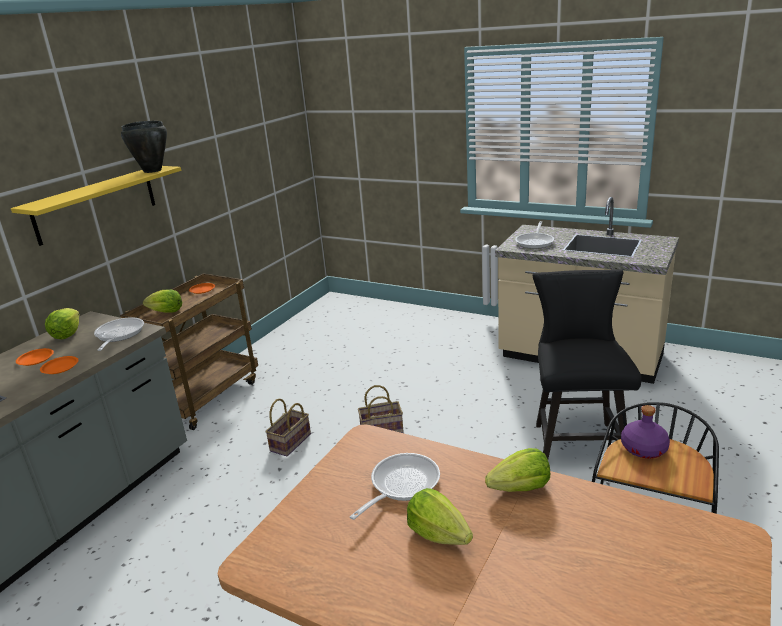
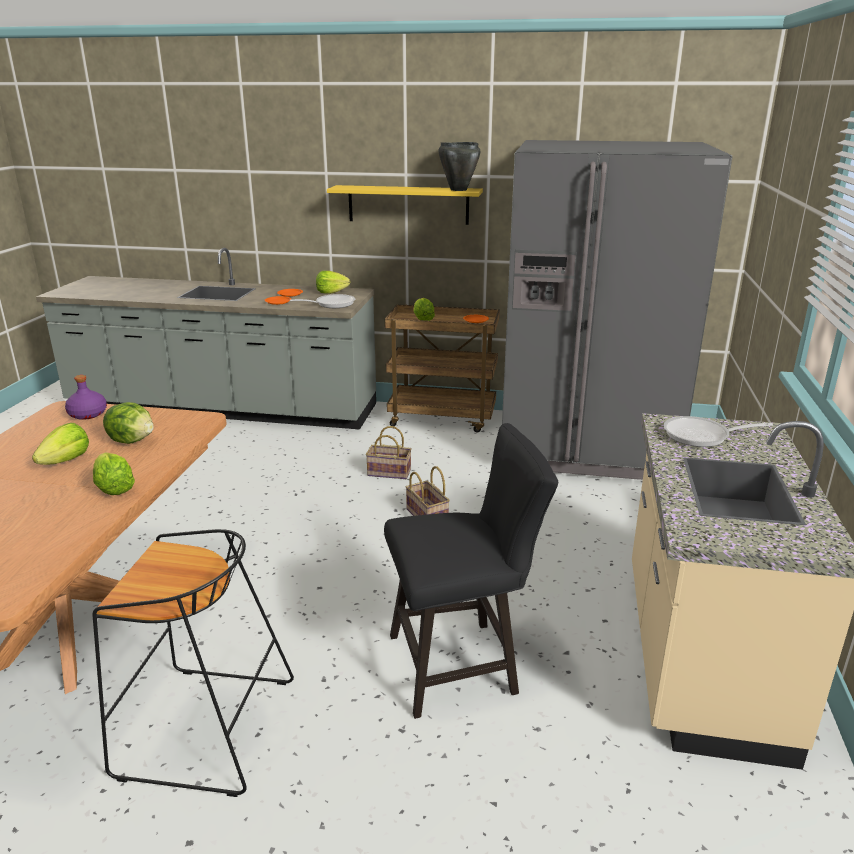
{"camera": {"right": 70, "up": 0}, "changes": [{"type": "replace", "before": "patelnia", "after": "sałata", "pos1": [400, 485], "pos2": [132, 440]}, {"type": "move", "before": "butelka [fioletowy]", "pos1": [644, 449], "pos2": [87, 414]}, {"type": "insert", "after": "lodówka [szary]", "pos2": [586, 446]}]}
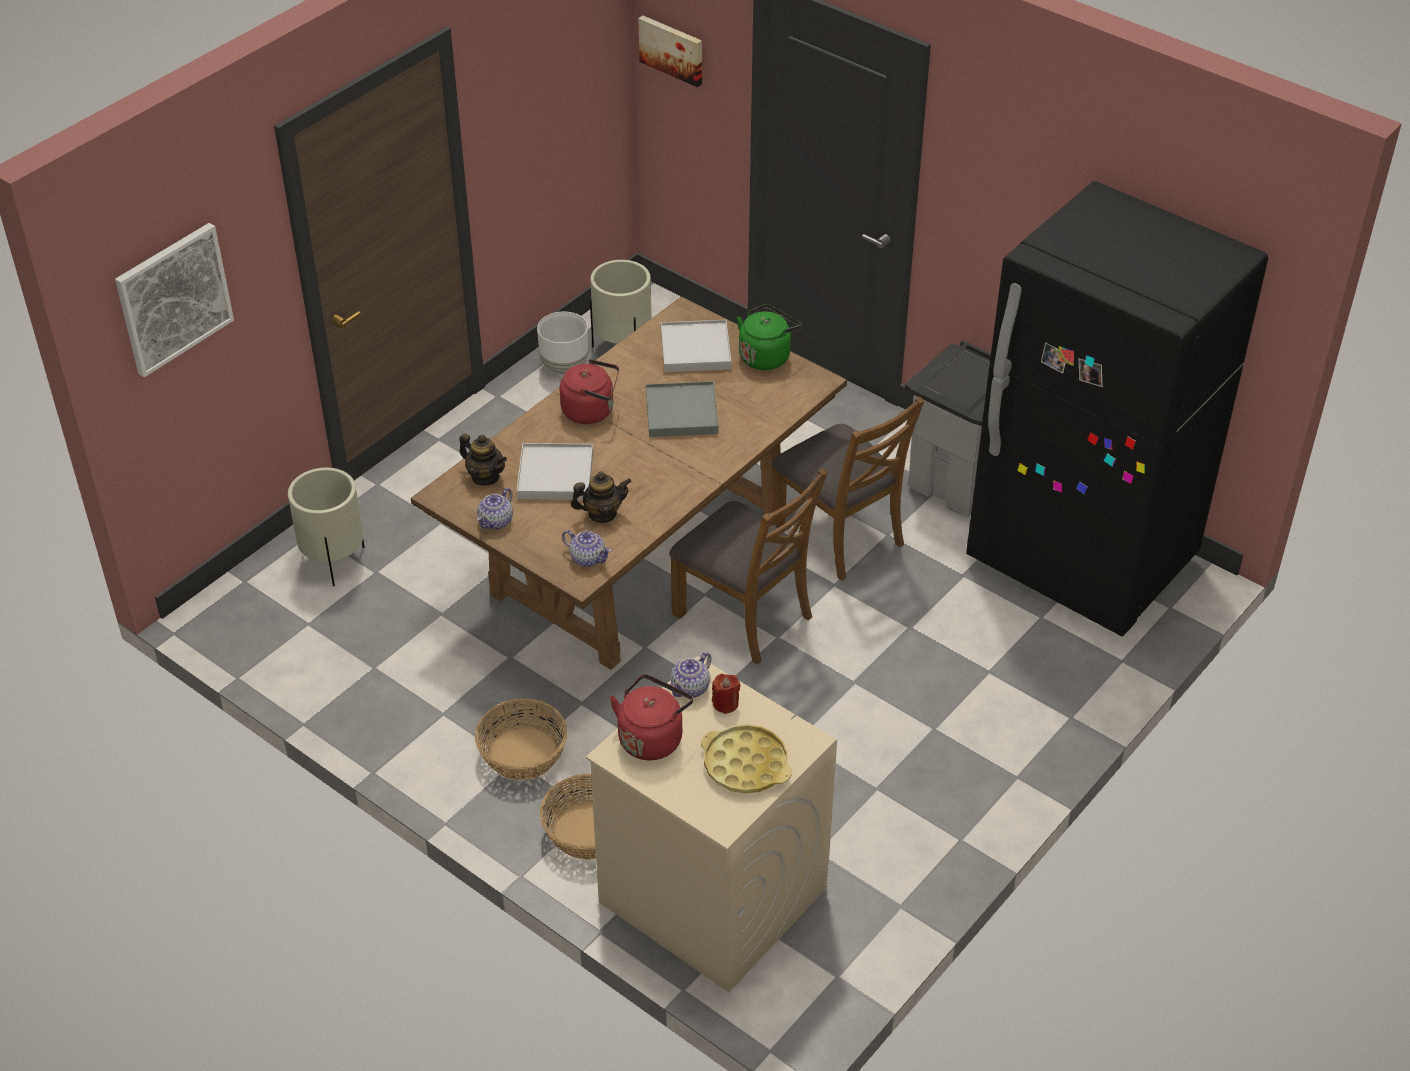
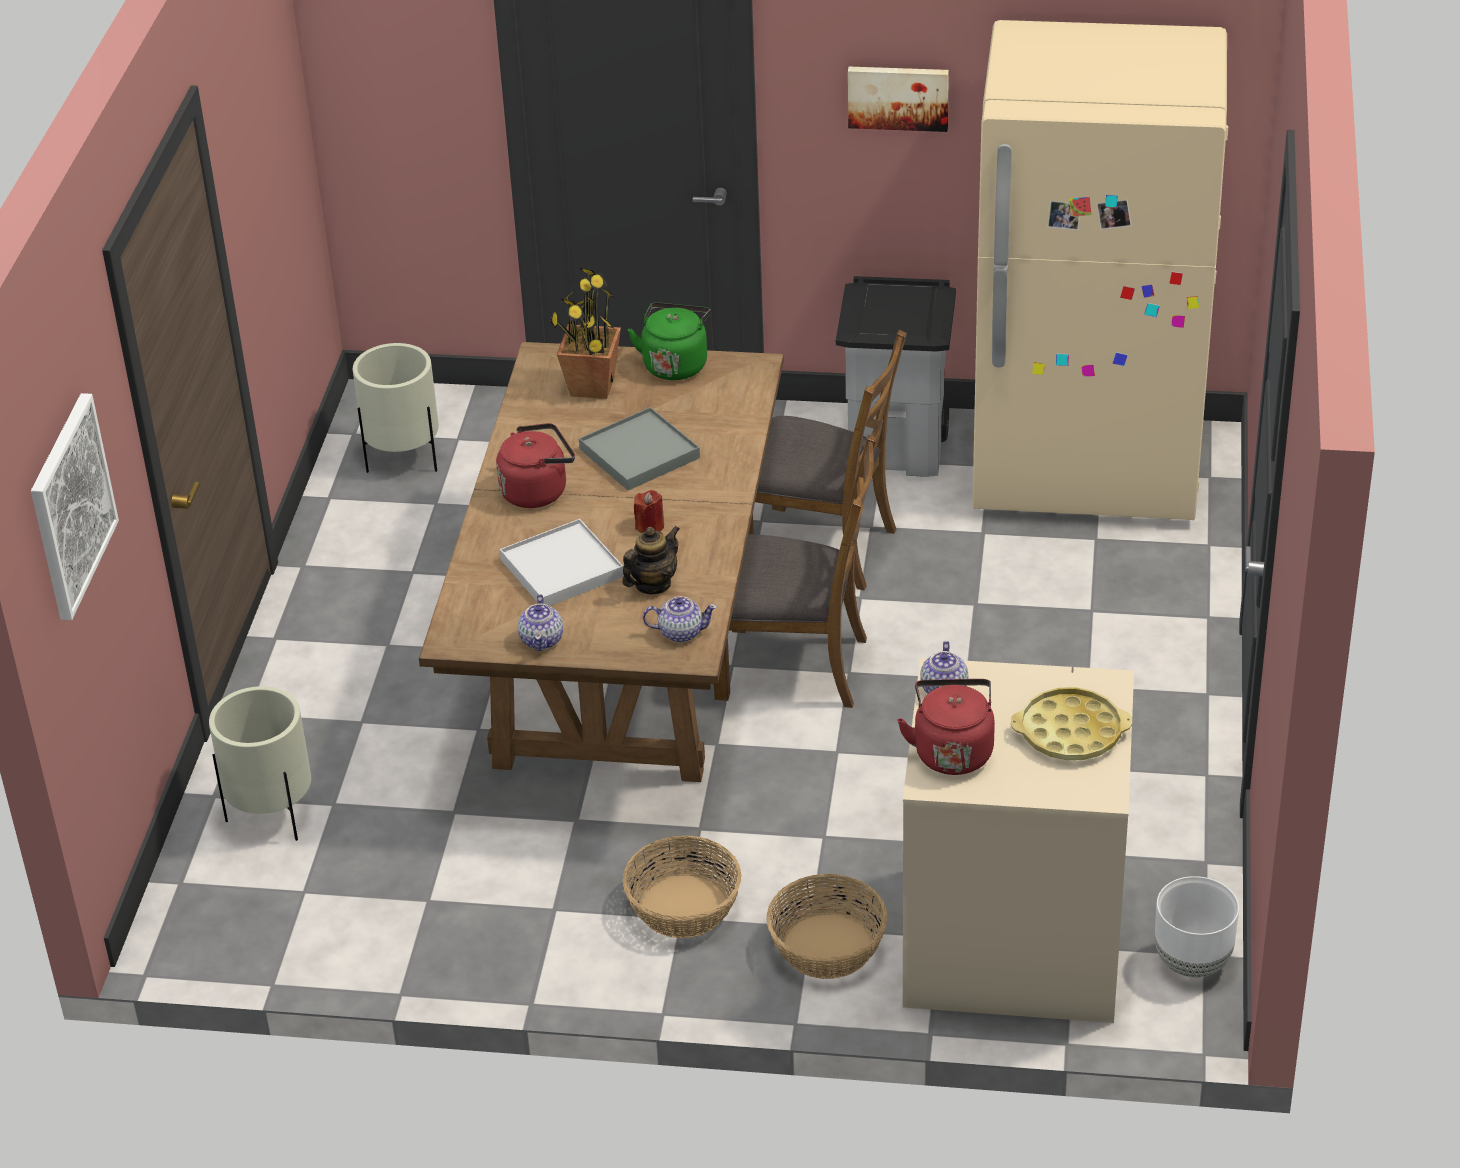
{"camera": {"right": -30, "up": -5}, "changes": [{"type": "delete", "before": "imbryk", "pos1": [485, 477]}, {"type": "move", "before": "donica [biały]", "pos1": [564, 367], "pos2": [1192, 963]}, {"type": "move", "before": "obraz", "pos1": [672, 49], "pos2": [898, 96]}, {"type": "replace", "before": "taca [biały]", "after": "roślina doniczkowa", "pos1": [695, 349], "pos2": [592, 387]}, {"type": "move", "before": "świeca [czerwony]", "pos1": [725, 703], "pos2": [650, 526]}, {"type": "recolor", "before": "lodówka [czarny]", "after": "lodówka [beżowy]", "pos1": [1081, 561], "pos2": [1086, 470]}]}
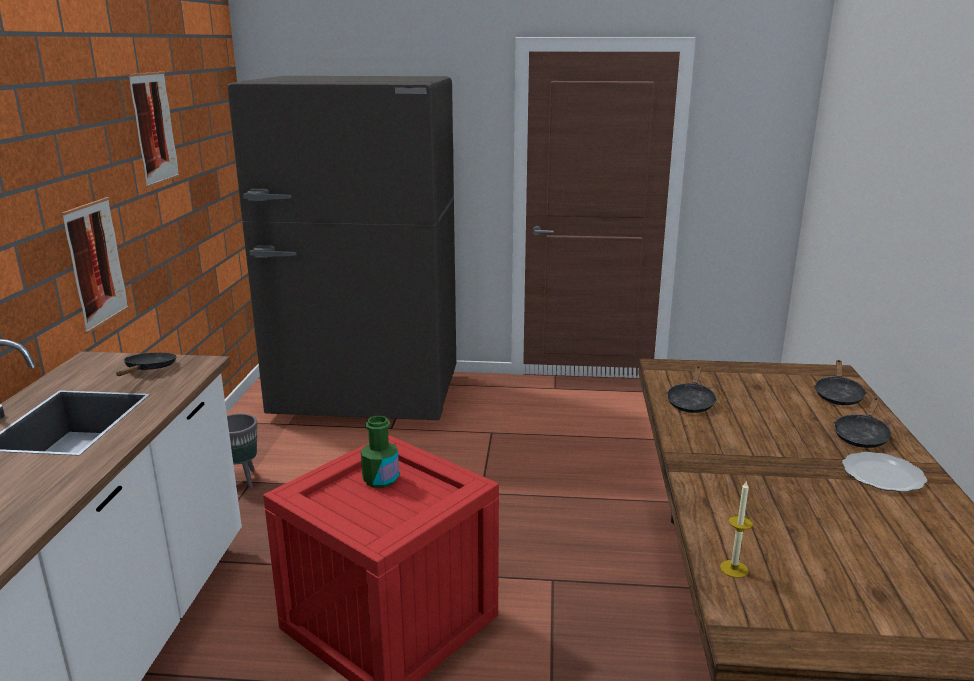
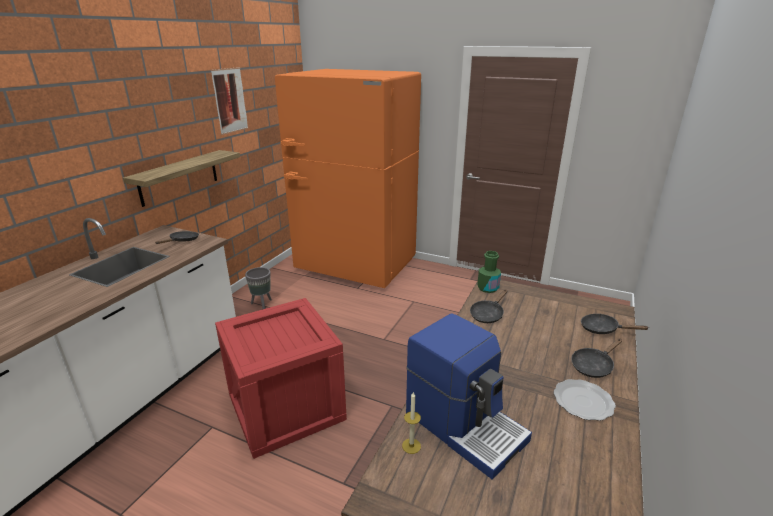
{"camera": {"right": 20, "up": 5}, "changes": [{"type": "replace", "before": "obraz", "after": "półka", "pos1": [96, 264], "pos2": [179, 177]}, {"type": "recolor", "before": "lodówka [szary]", "after": "lodówka [pomarańczowy]", "pos1": [366, 397], "pos2": [355, 266]}, {"type": "move", "before": "butelka [zielony]", "pos1": [380, 479], "pos2": [487, 288]}, {"type": "rotate", "before": "patelnia [czarny]", "pos1": [838, 395], "pos2": [602, 329], "turn": 75}, {"type": "insert", "after": "ekspres do kawy", "pos2": [465, 425]}]}
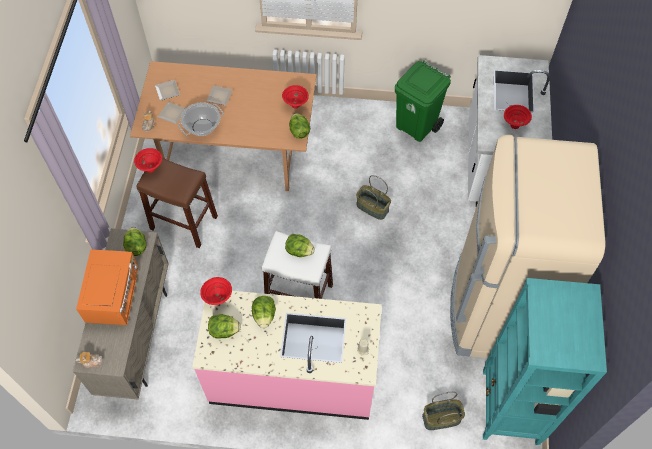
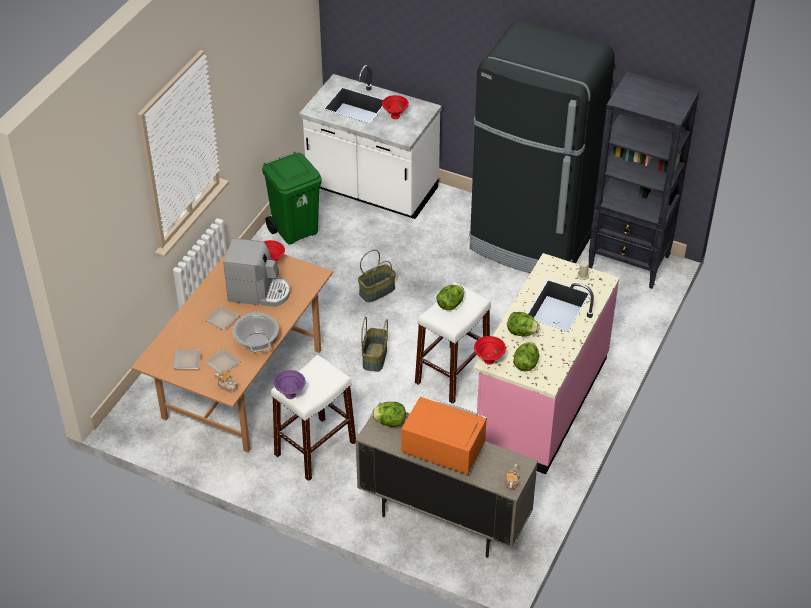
{"camera": {"right": -70, "up": -15}, "changes": [{"type": "recolor", "before": "miska [czerwony]", "after": "miska [fioletowy]", "pos1": [151, 168], "pos2": [290, 394]}, {"type": "recolor", "before": "stołek [brązowy]", "after": "stołek [biały]", "pos1": [184, 222], "pos2": [315, 448]}, {"type": "delete", "before": "sałata", "pos1": [299, 131]}, {"type": "move", "before": "koszyk", "pos1": [441, 419], "pos2": [375, 358]}, {"type": "recolor", "before": "lodówka [beżowy]", "after": "lodówka [czarny]", "pos1": [493, 311], "pos2": [531, 242]}, {"type": "recolor", "before": "regał [turkusowy]", "after": "regał [czarny]", "pos1": [509, 408], "pos2": [629, 262]}, {"type": "insert", "after": "ekspres do kawy", "pos2": [259, 292]}]}
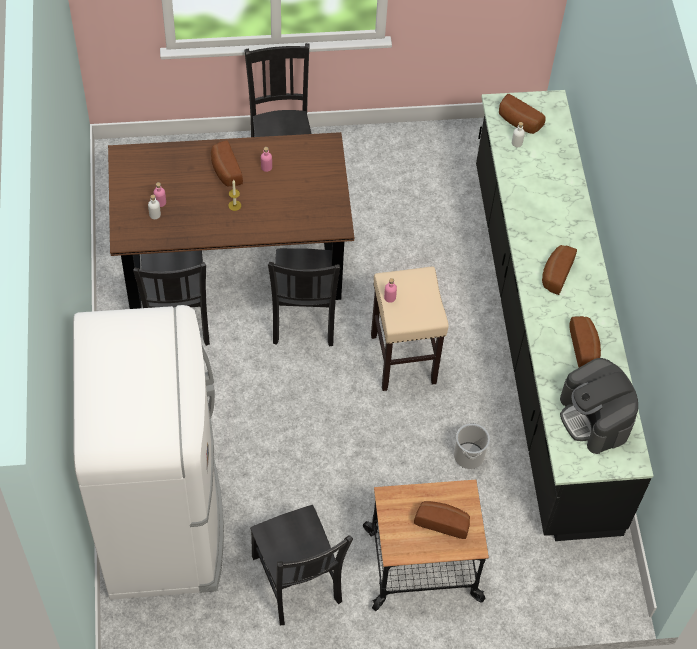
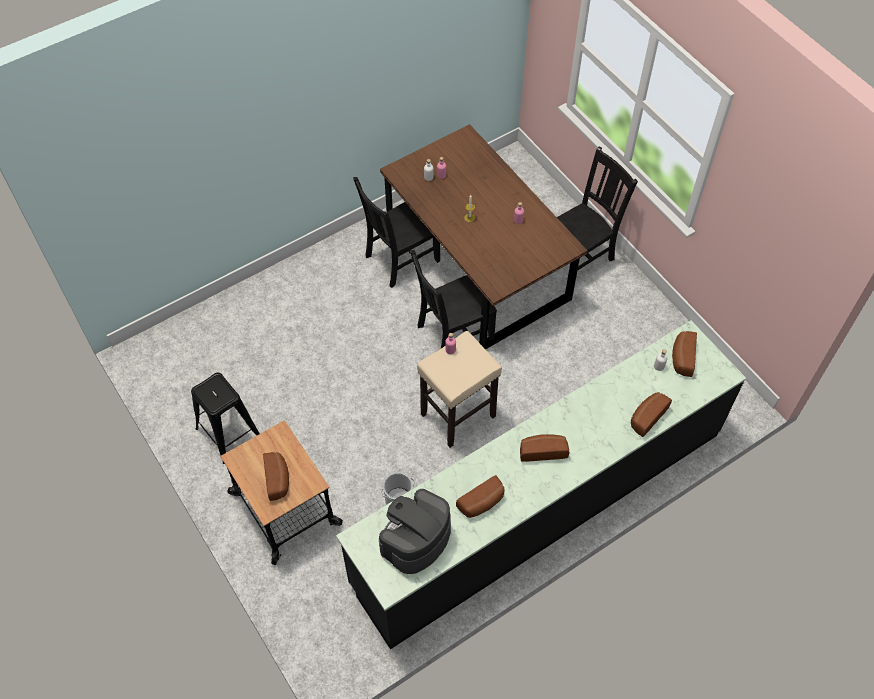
{"camera": {"right": 65, "up": 0}, "changes": [{"type": "delete", "before": "lodówka [biały]", "pos1": [164, 521]}, {"type": "move", "before": "chleb", "pos1": [225, 171], "pos2": [646, 417]}, {"type": "replace", "before": "krzesło [czarny]", "after": "stołek [czarny]", "pos1": [297, 582], "pos2": [228, 433]}]}
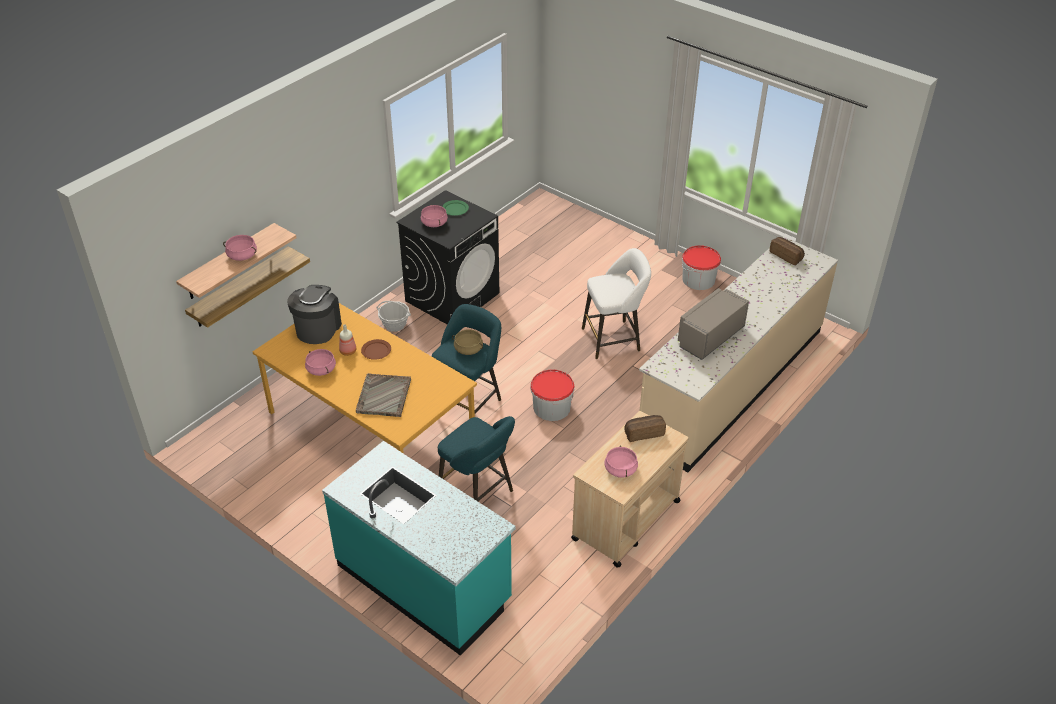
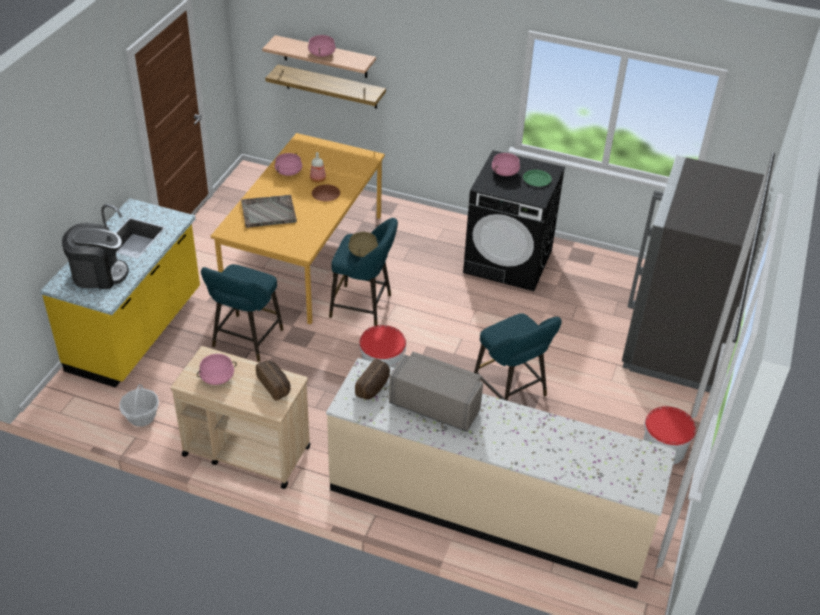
{"camera": {"right": 70, "up": 0}, "changes": [{"type": "move", "before": "ekspres do kawy", "pos1": [317, 328], "pos2": [98, 274]}, {"type": "recolor", "before": "zabudowa kuchenna [turkusowy]", "after": "zabudowa kuchenna [żółty]", "pos1": [424, 583], "pos2": [136, 331]}, {"type": "move", "before": "koszyk", "pos1": [395, 325], "pos2": [142, 417]}, {"type": "recolor", "before": "stołek [biały]", "after": "stołek [turkusowy]", "pos1": [614, 339], "pos2": [511, 393]}, {"type": "move", "before": "chleb", "pos1": [786, 256], "pos2": [374, 387]}, {"type": "insert", "after": "lodówka [szary]", "pos2": [674, 342]}]}
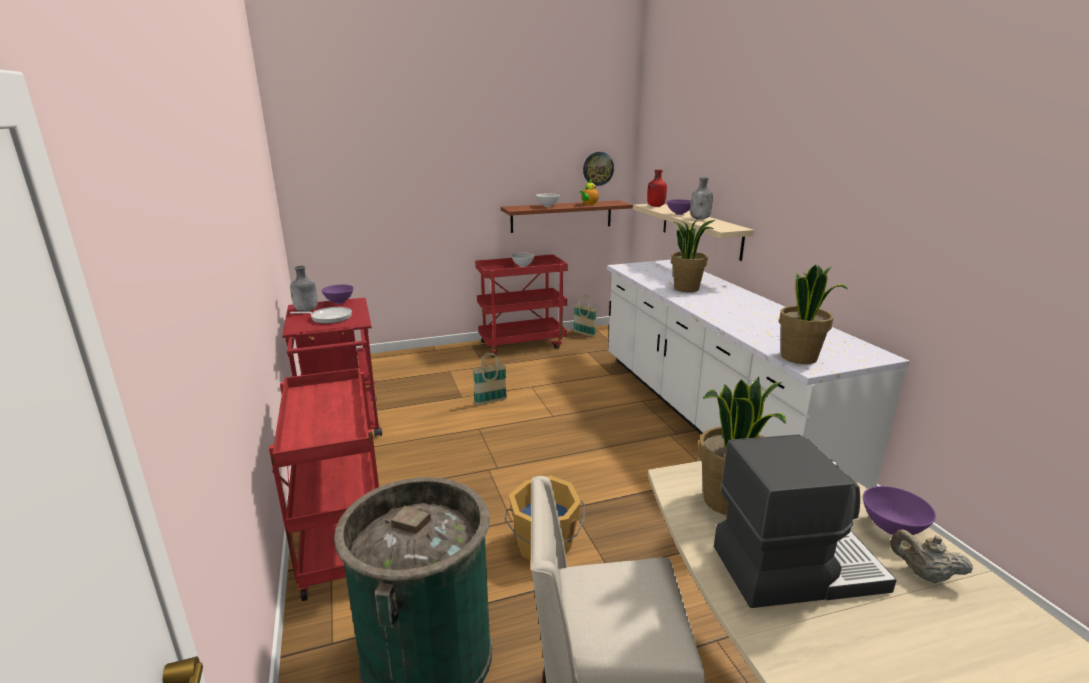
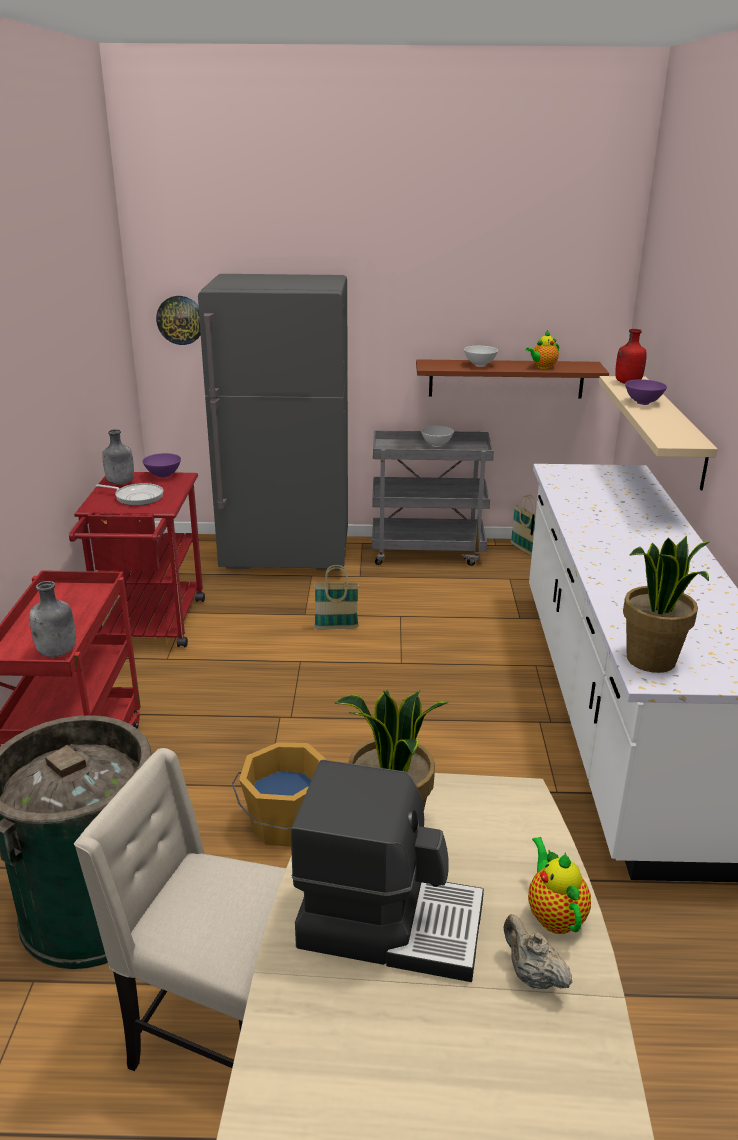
{"camera": {"right": 20, "up": 5}, "changes": [{"type": "recolor", "before": "wózek [czerwony]", "after": "wózek [szary]", "pos1": [522, 344], "pos2": [428, 552]}, {"type": "move", "before": "zegar ścienny", "pos1": [598, 168], "pos2": [180, 320]}, {"type": "delete", "before": "roślina doniczkowa", "pos1": [686, 288]}, {"type": "move", "before": "butelka [szary]", "pos1": [700, 219], "pos2": [57, 652]}, {"type": "replace", "before": "miska [fioletowy]", "after": "imbryk", "pos1": [892, 529], "pos2": [554, 915]}, {"type": "insert", "after": "lodówka [szary]", "pos2": [287, 557]}]}
